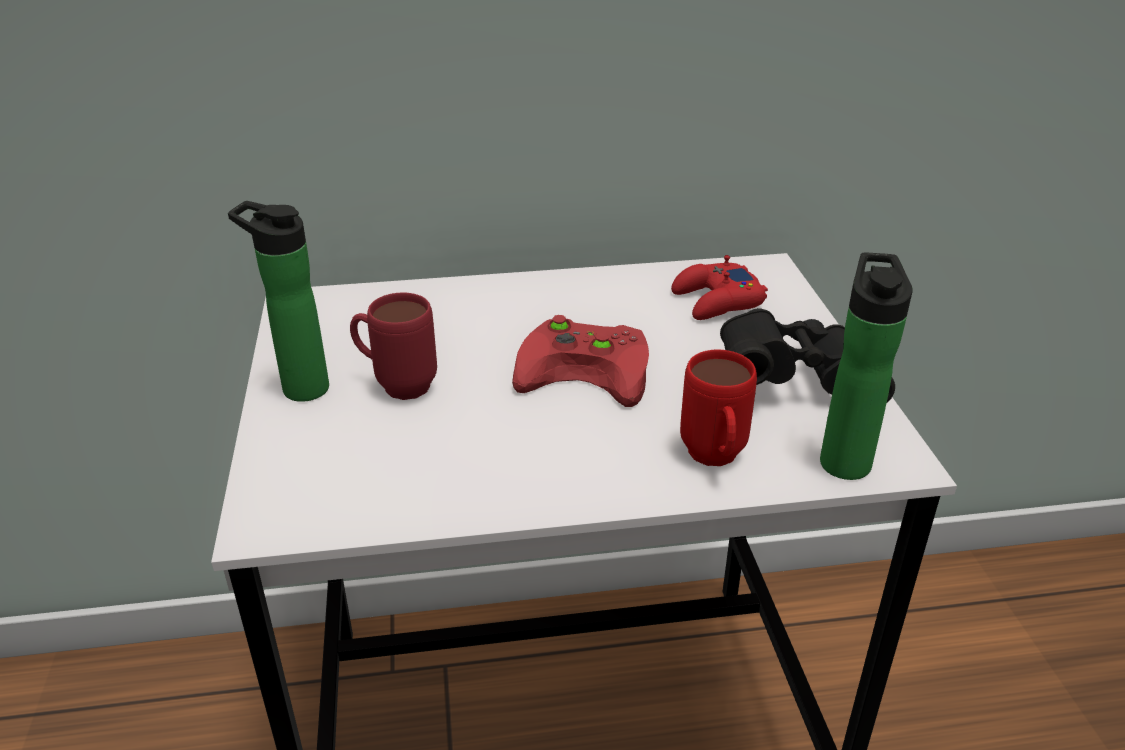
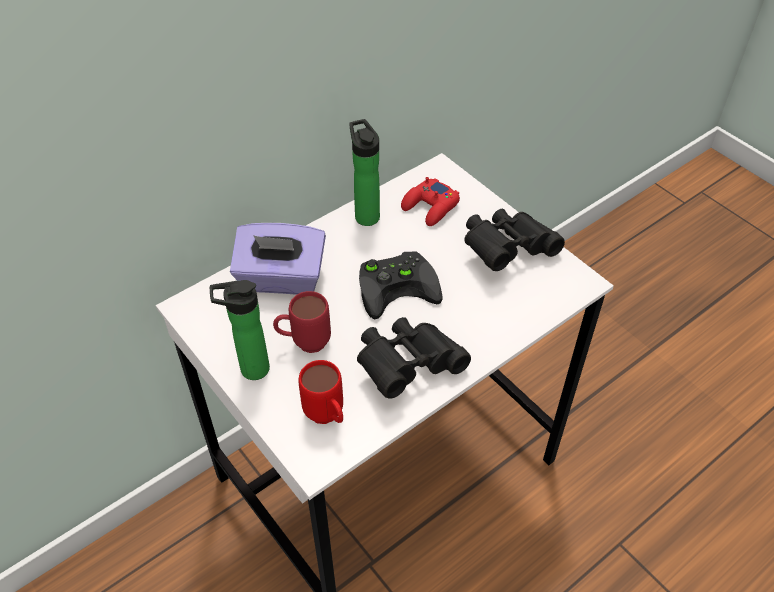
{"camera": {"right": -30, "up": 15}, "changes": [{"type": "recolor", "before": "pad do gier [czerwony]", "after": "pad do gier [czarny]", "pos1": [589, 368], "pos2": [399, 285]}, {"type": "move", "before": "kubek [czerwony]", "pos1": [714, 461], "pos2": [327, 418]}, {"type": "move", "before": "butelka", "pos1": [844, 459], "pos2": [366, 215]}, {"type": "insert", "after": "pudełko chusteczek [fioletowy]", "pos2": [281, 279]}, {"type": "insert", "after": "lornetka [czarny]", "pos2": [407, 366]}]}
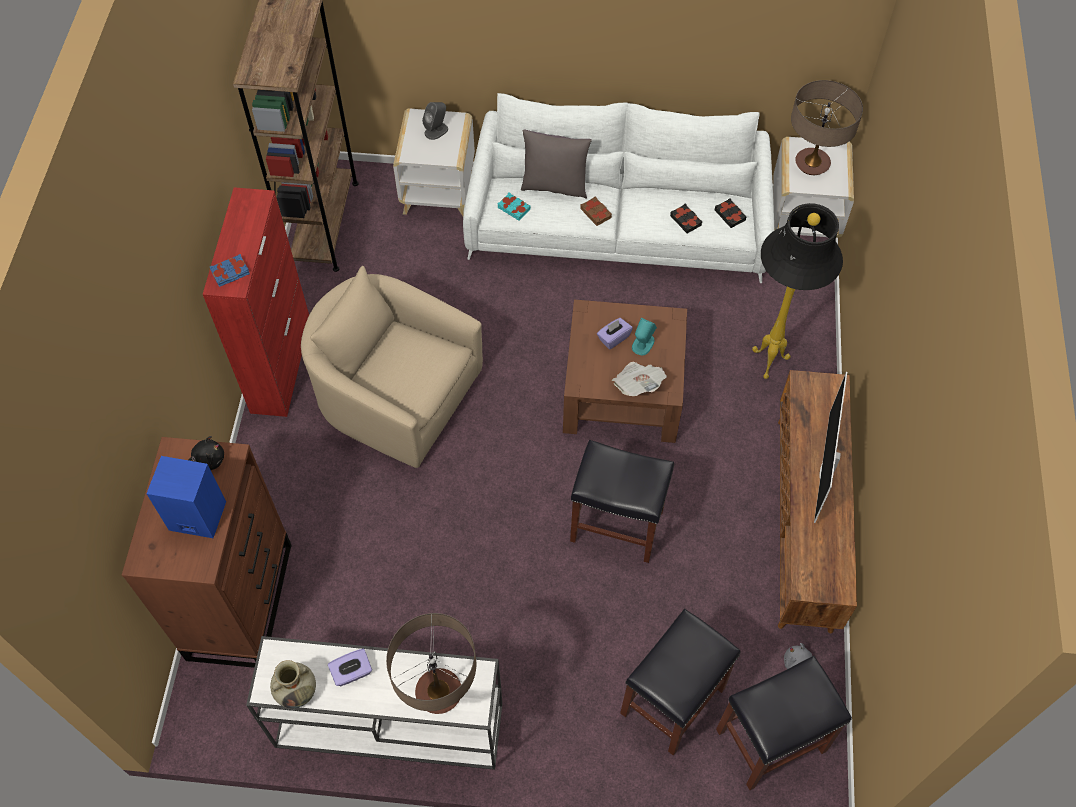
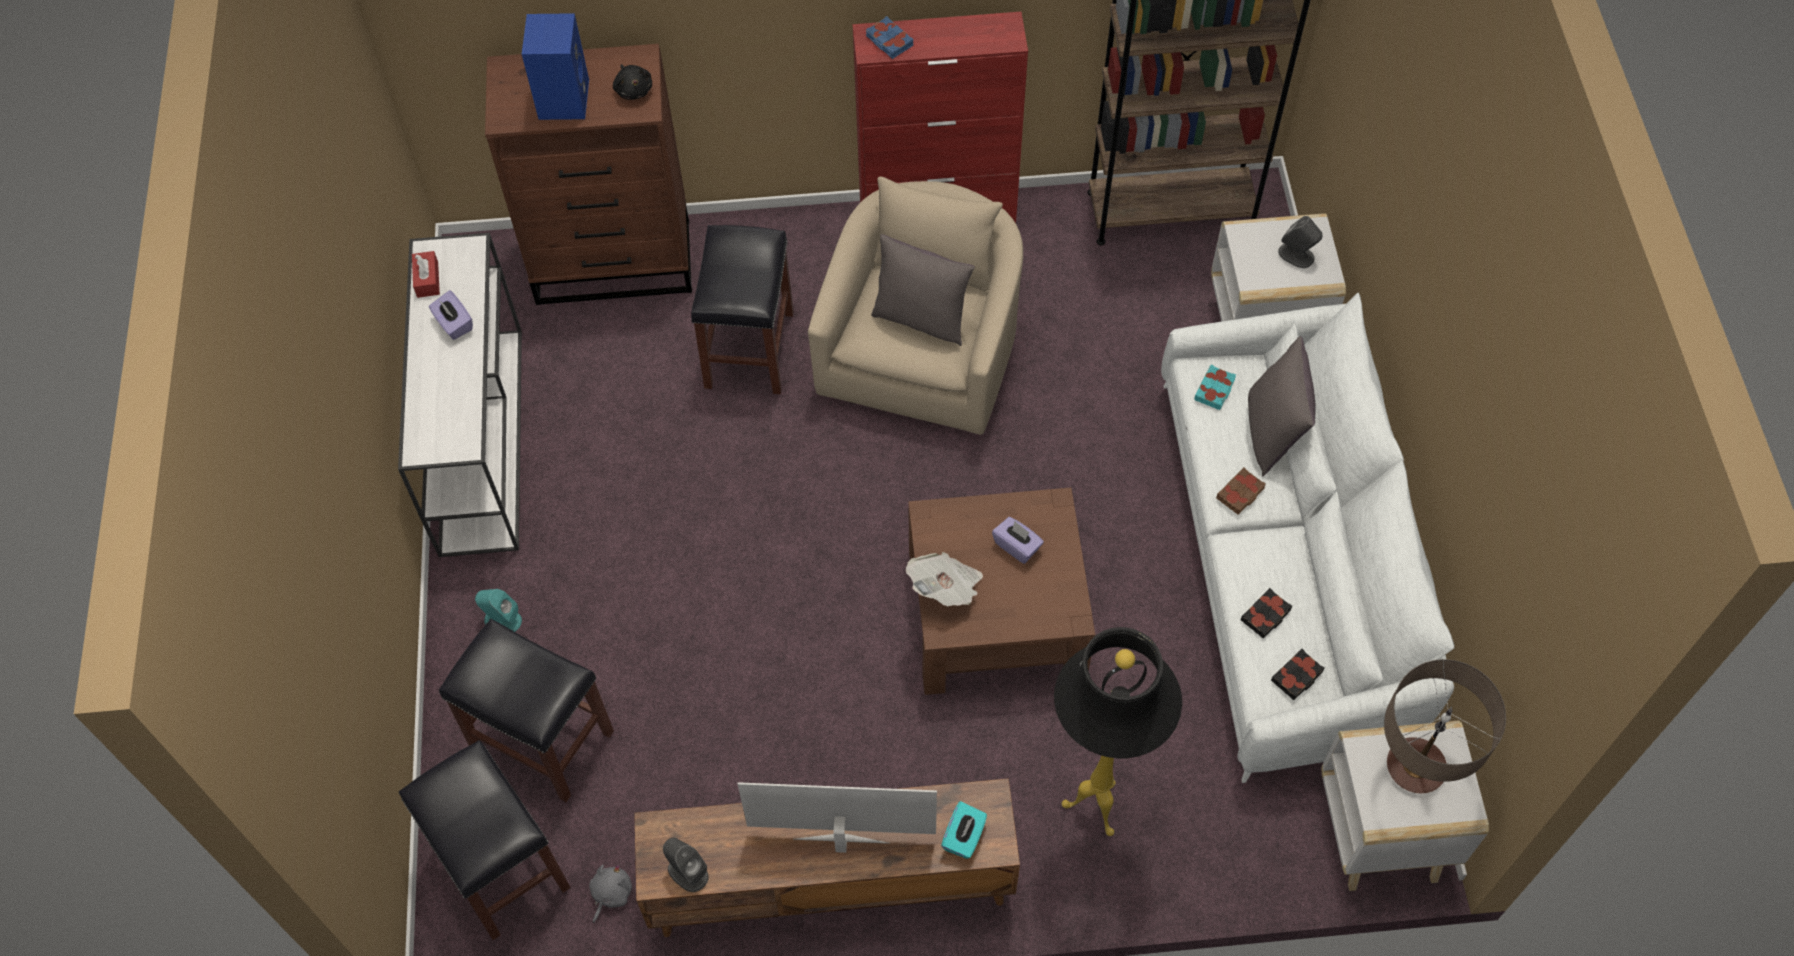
{"camera": {"right": 80, "up": 0}, "changes": [{"type": "replace", "before": "wazon [beżowy]", "after": "pudełko chusteczek [czerwony]", "pos1": [297, 691], "pos2": [427, 279]}, {"type": "delete", "before": "lampa stołowa", "pos1": [438, 692]}, {"type": "move", "before": "stołek [czarny]", "pos1": [618, 525], "pos2": [750, 351]}, {"type": "move", "before": "głośnik [turkusowy]", "pos1": [642, 344], "pos2": [502, 620]}, {"type": "insert", "after": "głośnik [szary]", "pos2": [687, 872]}, {"type": "insert", "after": "poduszka [szary]", "pos2": [921, 319]}, {"type": "insert", "after": "pudełko chusteczek [turkusowy]", "pos2": [964, 837]}]}
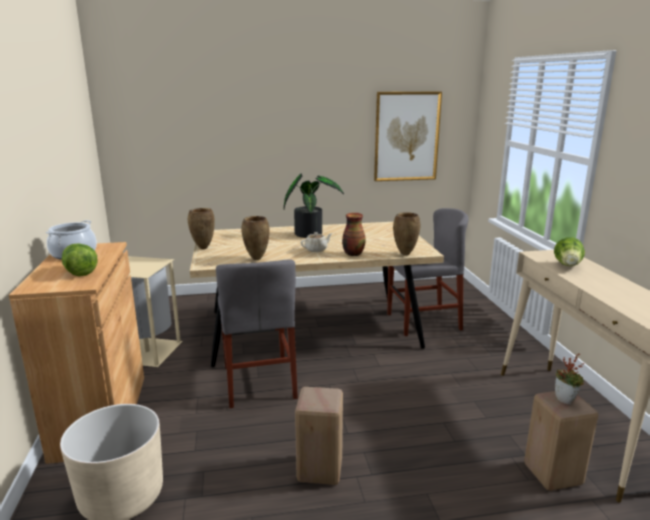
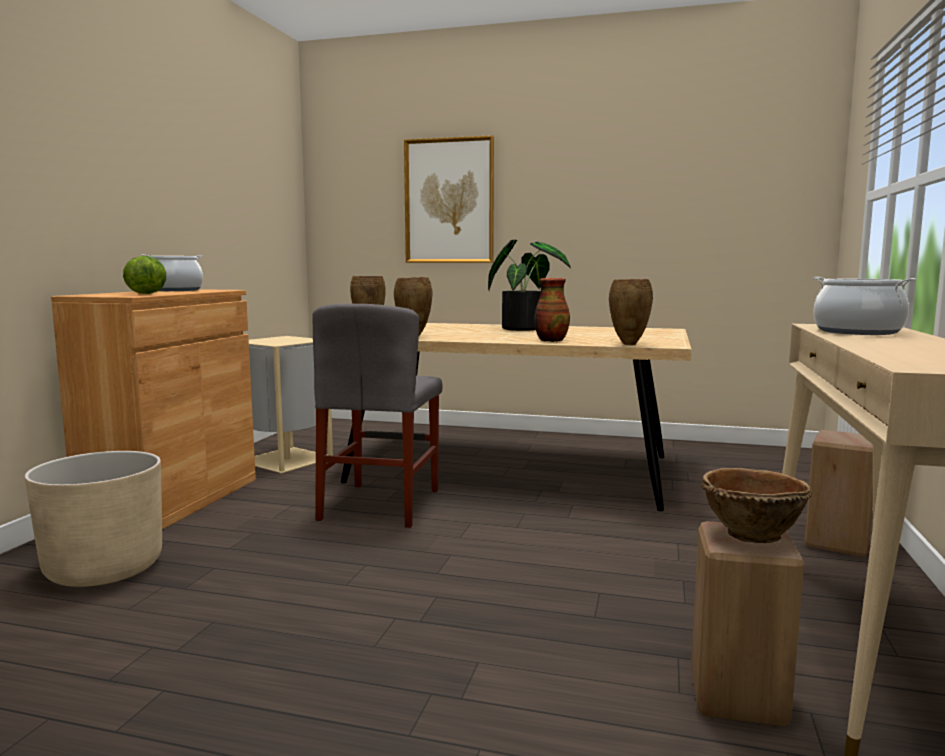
{"camera": {"right": 25, "up": -10}, "changes": [{"type": "move", "before": "stołek [beżowy]", "pos1": [321, 469], "pos2": [838, 543]}, {"type": "delete", "before": "imbryk [beżowy]", "pos1": [316, 249]}, {"type": "move", "before": "obraz", "pos1": [406, 136], "pos2": [449, 201]}, {"type": "delete", "before": "krzesło [szary]", "pos1": [423, 321]}, {"type": "replace", "before": "sałata", "after": "garnek", "pos1": [568, 266], "pos2": [857, 332]}, {"type": "replace", "before": "roślina doniczkowa", "after": "miska [brązowy]", "pos1": [566, 400], "pos2": [751, 534]}]}
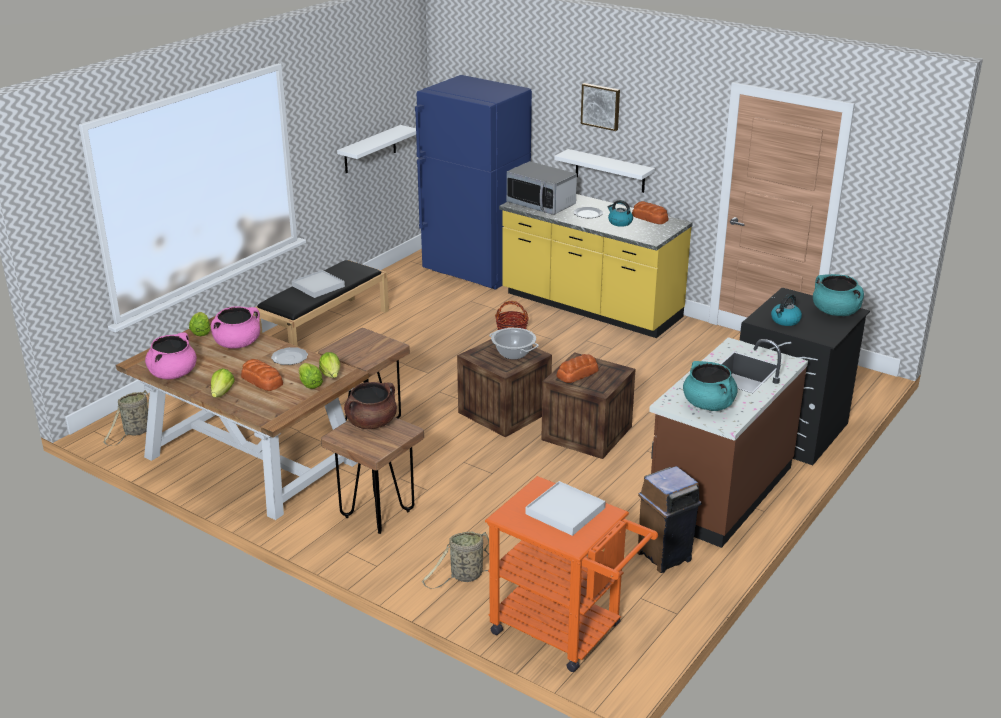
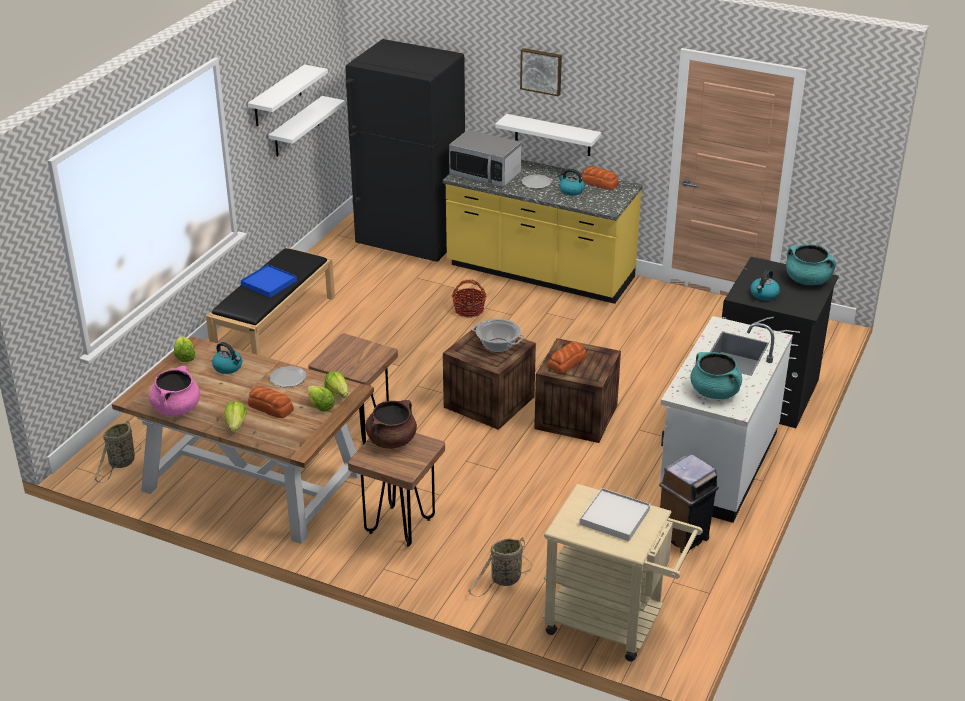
{"camera": {"right": -10, "up": 5}, "changes": [{"type": "replace", "before": "garnek [różowy]", "after": "czajnik", "pos1": [237, 344], "pos2": [228, 367]}, {"type": "recolor", "before": "taca [biały]", "after": "taca [niebieski]", "pos1": [318, 286], "pos2": [269, 283]}, {"type": "recolor", "before": "lodówka [niebieski]", "after": "lodówka [czarny]", "pos1": [476, 273], "pos2": [411, 243]}, {"type": "recolor", "before": "wózek [pomarańczowy]", "after": "wózek [beżowy]", "pos1": [565, 632], "pos2": [614, 624]}, {"type": "recolor", "before": "zabudowa kuchenna [brązowy]", "after": "zabudowa kuchenna [biały]", "pos1": [719, 491], "pos2": [717, 465]}, {"type": "insert", "after": "półka [biały]", "pos2": [277, 96]}]}
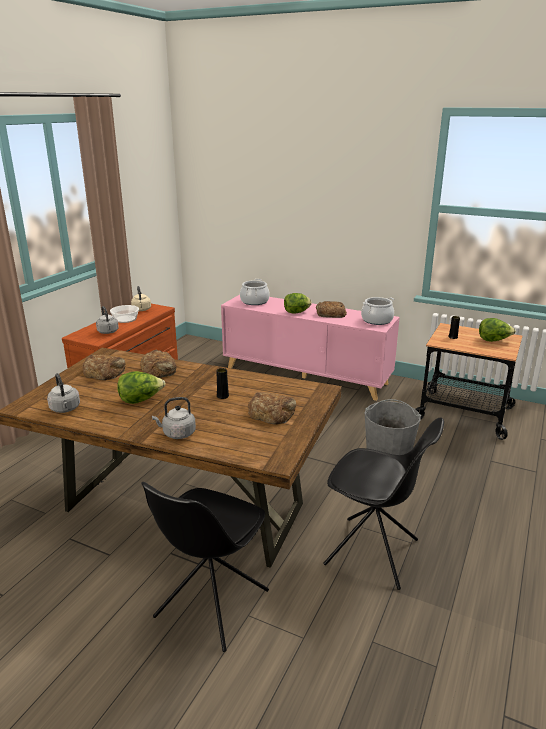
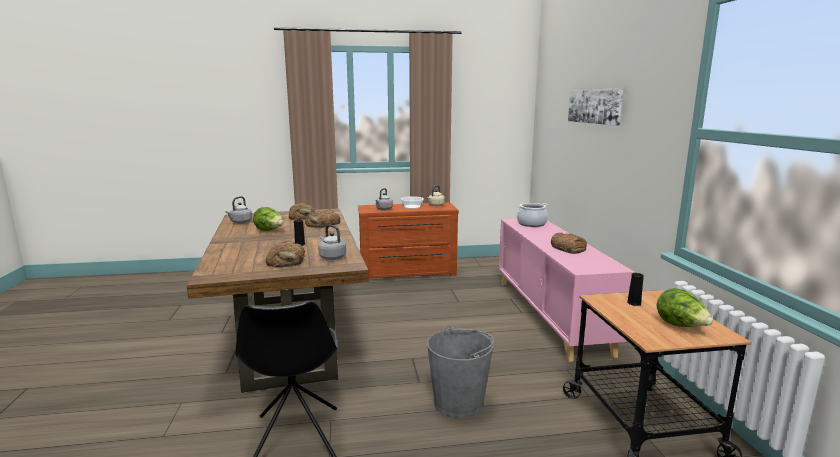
{"camera": {"right": 55, "up": -10}, "changes": [{"type": "delete", "before": "krzesło [czarny]", "pos1": [210, 605]}, {"type": "move", "before": "czajnik [szary]", "pos1": [177, 434], "pos2": [331, 257]}, {"type": "delete", "before": "sałata", "pos1": [296, 312]}, {"type": "delete", "before": "garnek", "pos1": [376, 320]}, {"type": "insert", "after": "obraz", "pos2": [595, 106]}]}
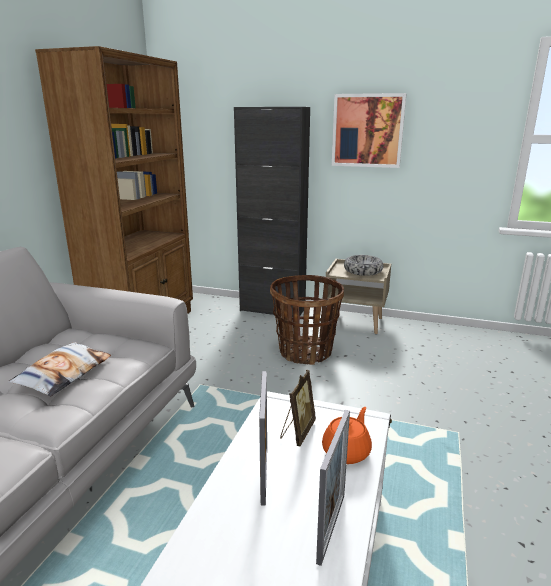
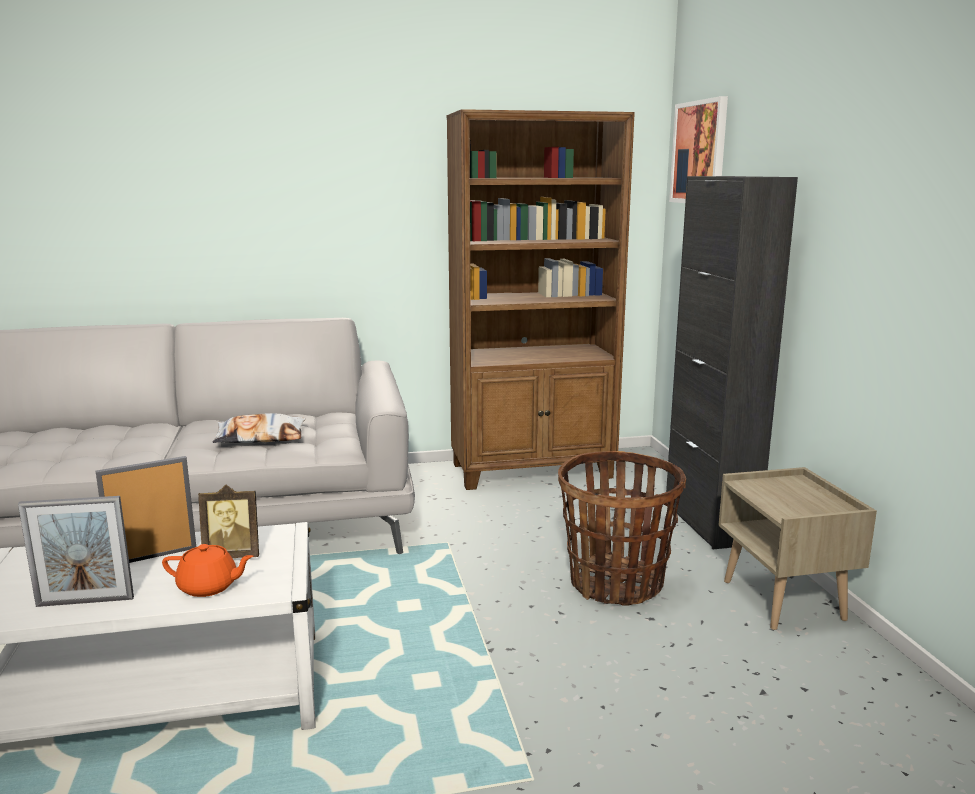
{"camera": {"right": 60, "up": -5}, "changes": [{"type": "move", "before": "obraz", "pos1": [367, 130], "pos2": [699, 153]}, {"type": "delete", "before": "miska", "pos1": [363, 271]}]}
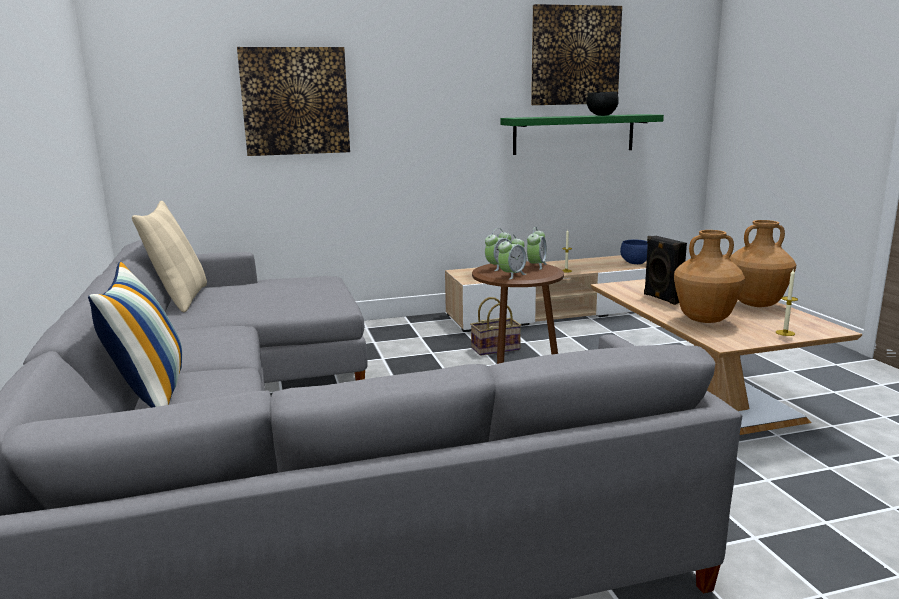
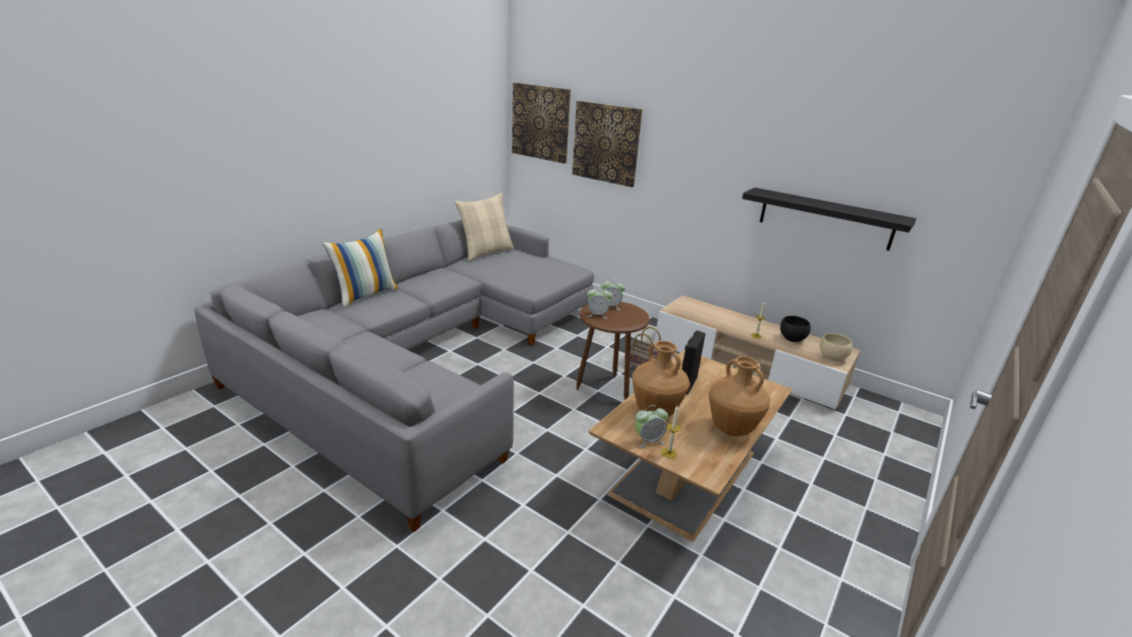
{"camera": {"right": 50, "up": 10}, "changes": [{"type": "recolor", "before": "półka [zielony]", "after": "półka [czarny]", "pos1": [574, 134], "pos2": [825, 218]}, {"type": "move", "before": "budzik", "pos1": [536, 266], "pos2": [648, 440]}, {"type": "move", "before": "obraz", "pos1": [575, 55], "pos2": [541, 122]}, {"type": "move", "before": "miska [czarny]", "pos1": [602, 115], "pos2": [791, 339]}, {"type": "recolor", "before": "miska [niebieski]", "after": "miska [beżowy]", "pos1": [635, 263], "pos2": [832, 358]}]}
